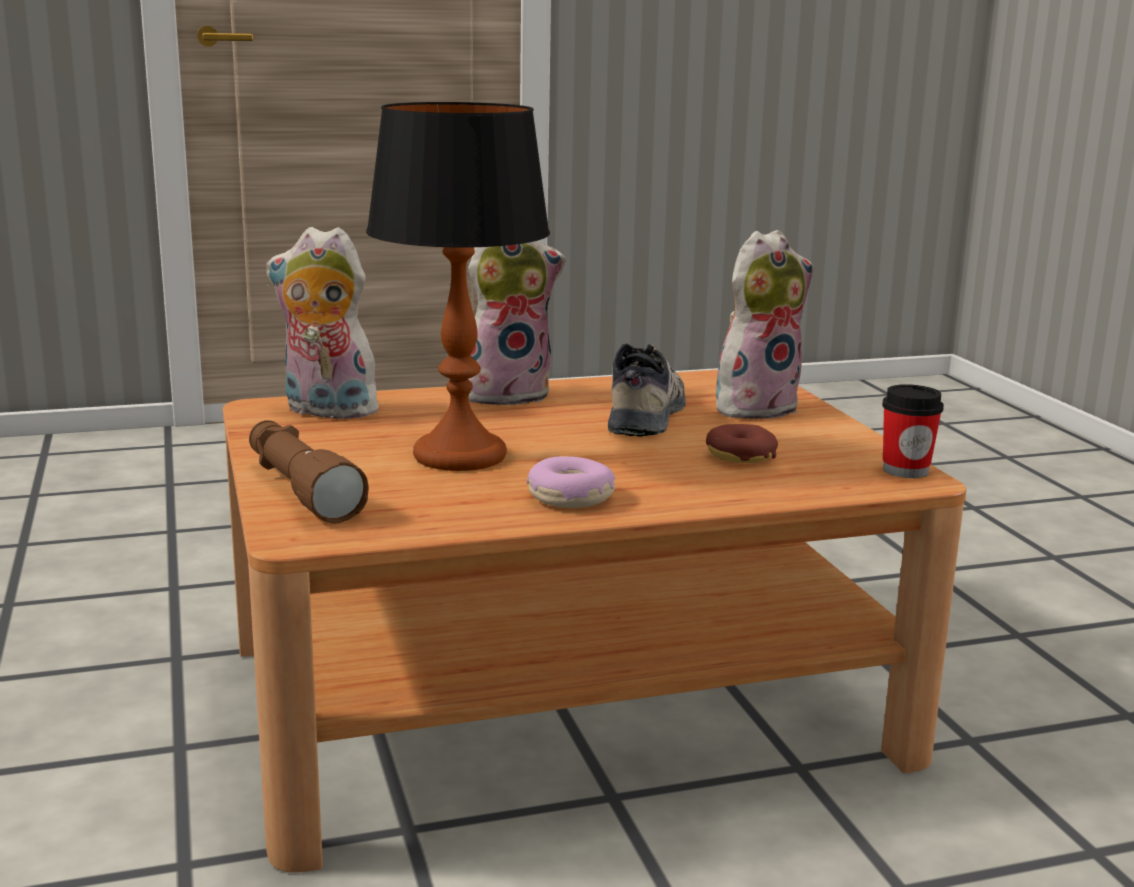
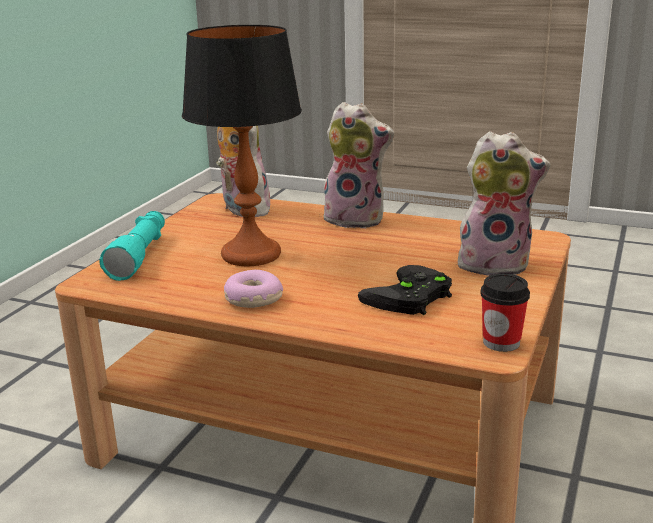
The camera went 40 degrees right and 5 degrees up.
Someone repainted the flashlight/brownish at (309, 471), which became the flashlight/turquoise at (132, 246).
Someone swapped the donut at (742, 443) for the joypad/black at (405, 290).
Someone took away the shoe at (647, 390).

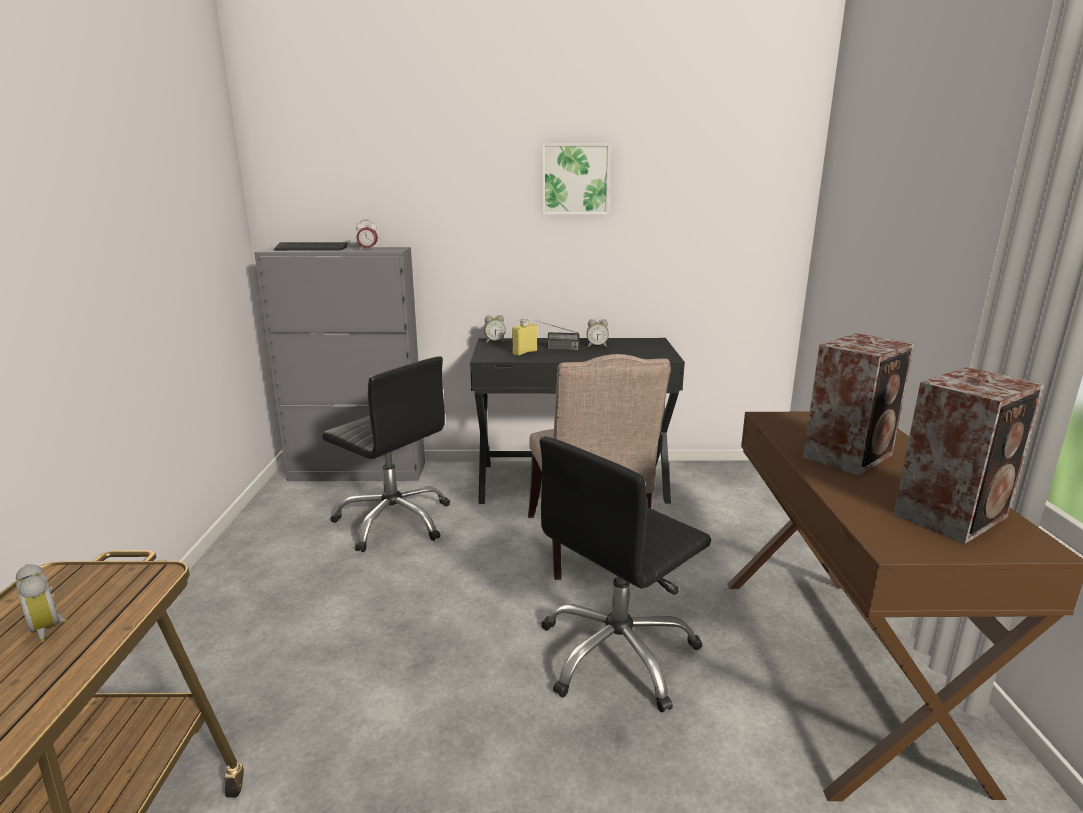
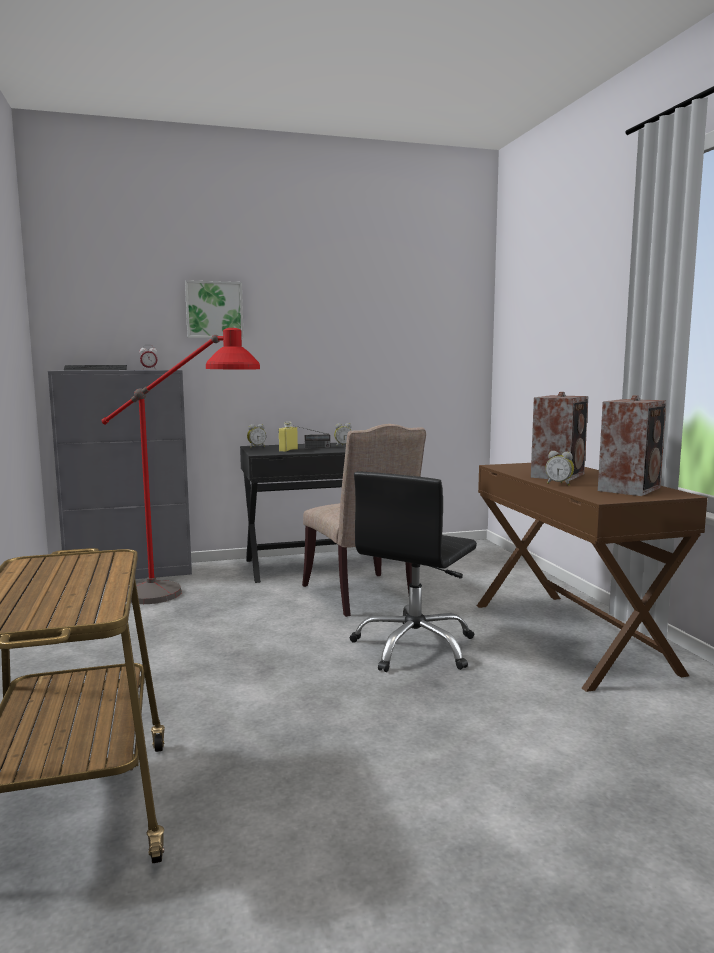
The camera went 15 degrees left and 10 degrees down.
Someone swapped the desk chair/black at (386, 454) for the standard lamp/red at (180, 466).
Someone carried the wall art from (576, 178) to (214, 309).
Someone carried the alarm clock from (42, 603) to (559, 468).

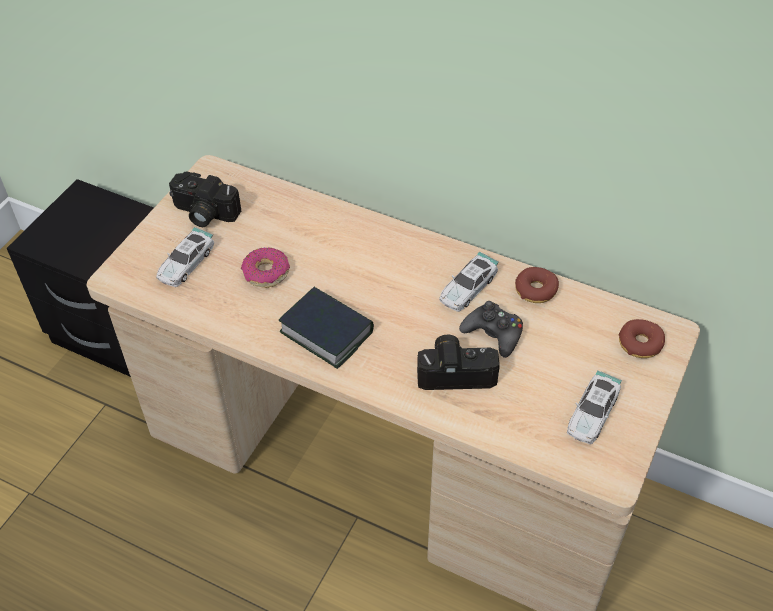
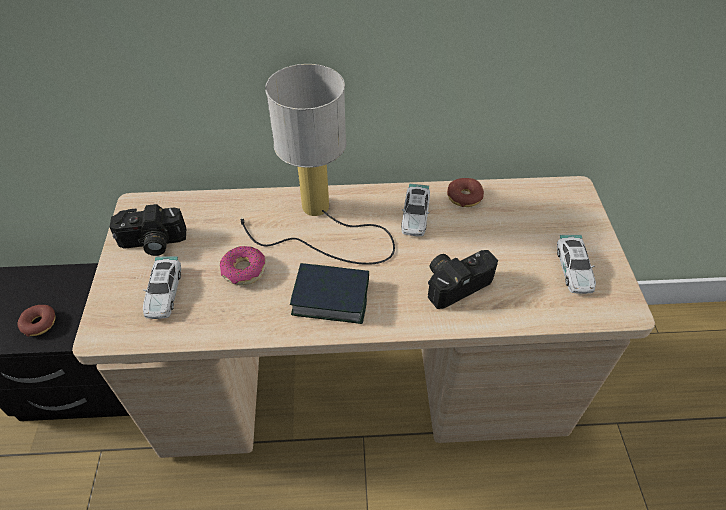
The camera went 30 degrees left and 0 degrees up.
Someone carried the donut from (642, 338) to (36, 321).
Someone put down the lamp for a table at (317, 164).
Someone took away the joypad/black at (491, 329).

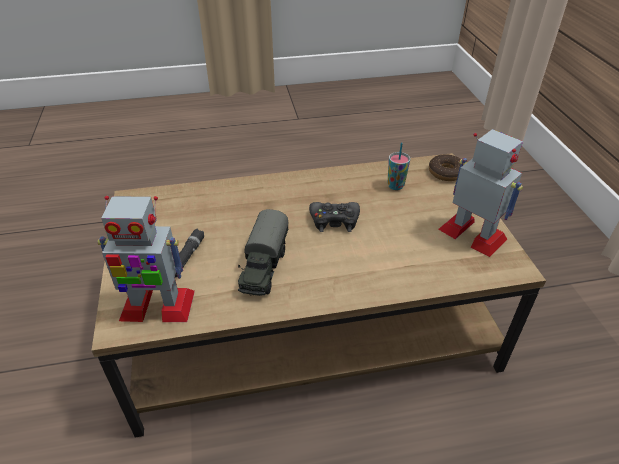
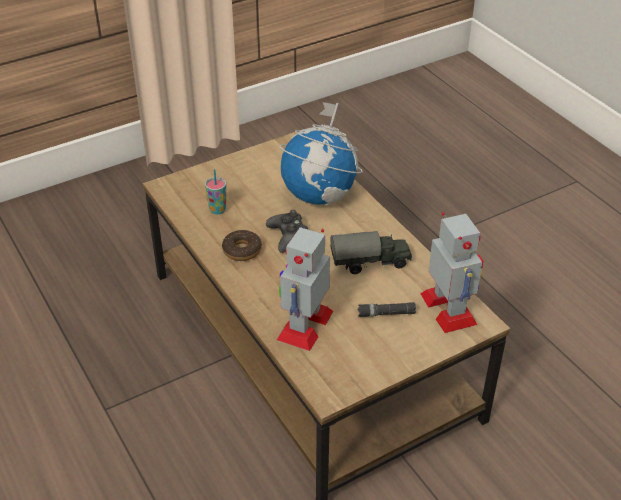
The camera went 110 degrees left and 0 degrees up.
Someone carried the donut from (445, 167) to (242, 245).
Someone carried the toy robot from (480, 193) to (305, 289).
Someone put down the globe at (321, 153).

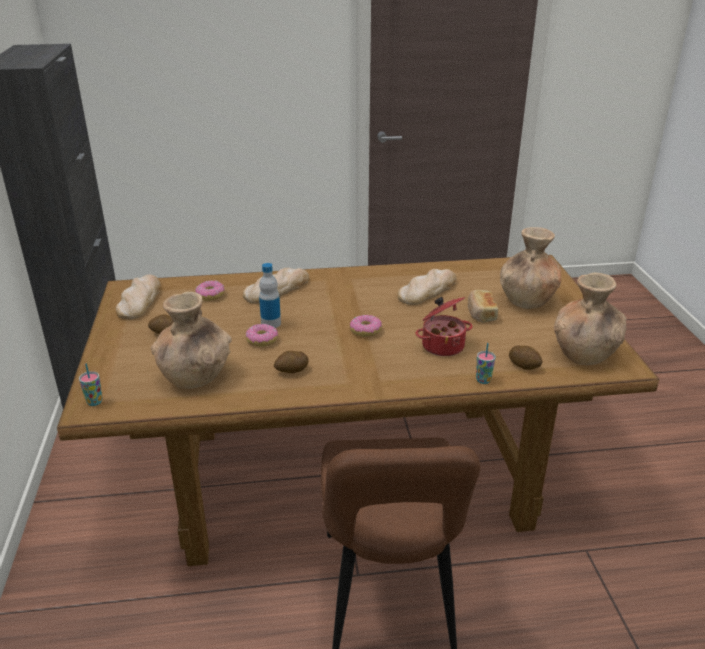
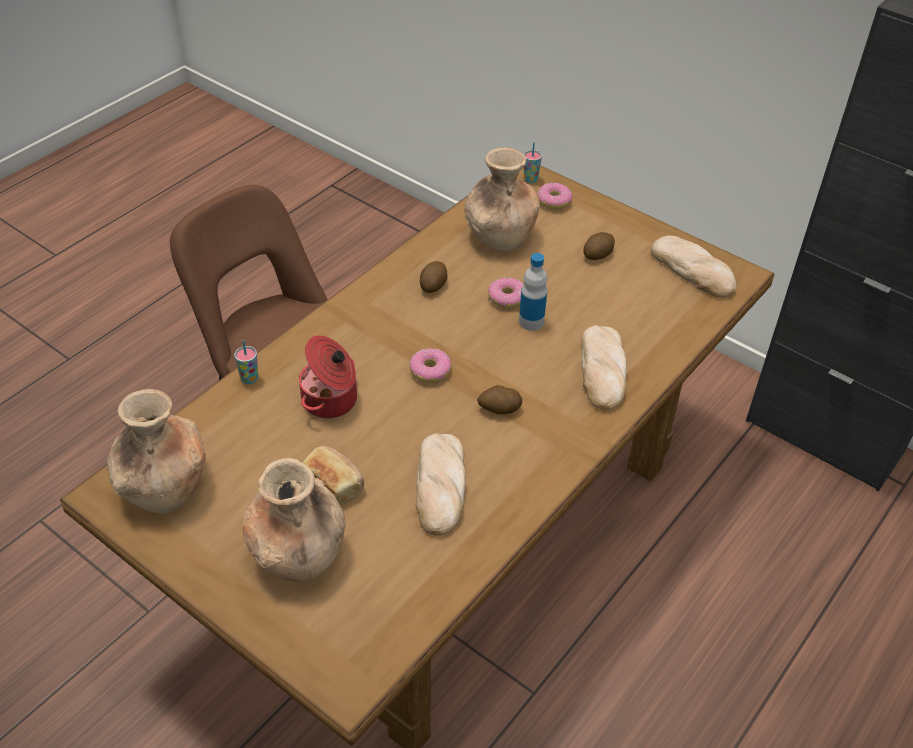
The camera went 135 degrees right and 15 degrees up.
Someone carried the spud from (526, 358) to (499, 399).
Someone carried the donut from (210, 290) to (555, 196).

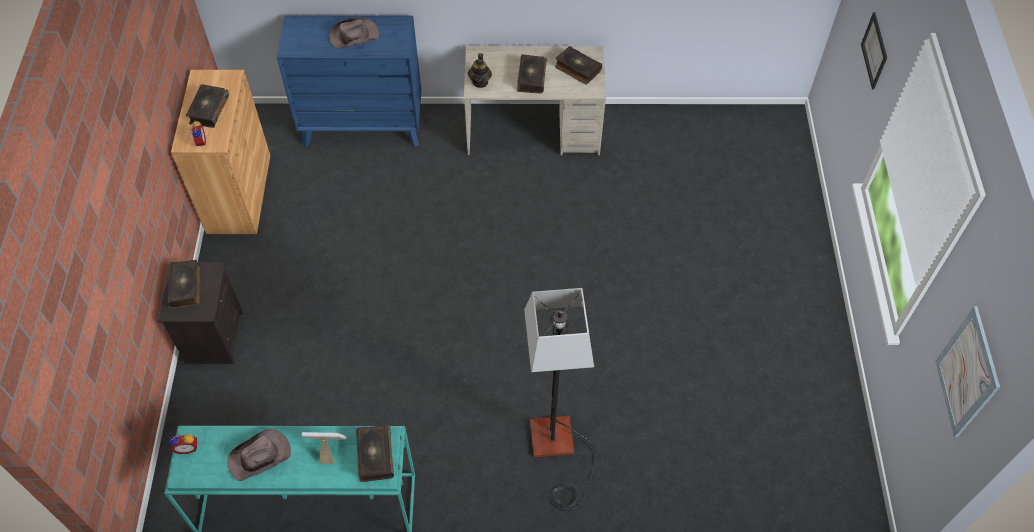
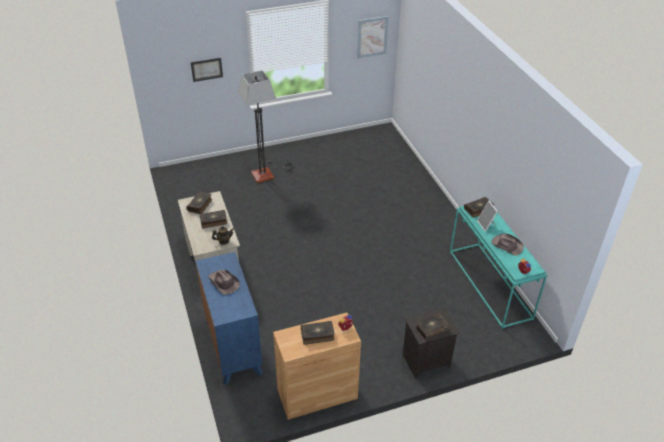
The camera went 110 degrees left and 15 degrees down.
Someone carried the standard lamp from (560, 399) to (266, 126).

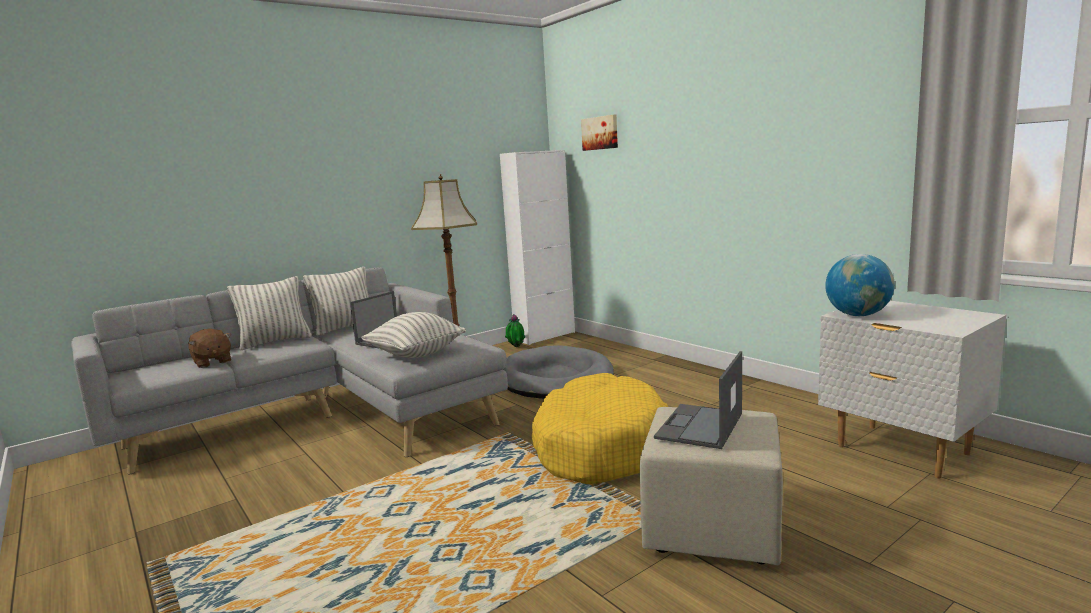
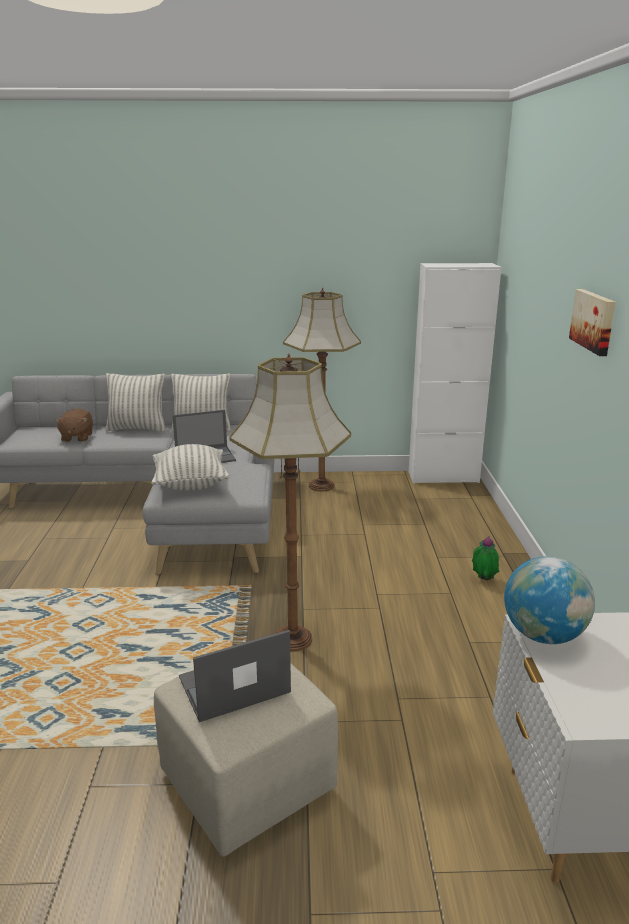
The camera went 35 degrees right and 10 degrees up.
Someone swapped the pet bed/yellowish at (599, 428) for the standard lamp at (290, 502).
Someone carried the houseplant from (515, 330) to (485, 558).
Someone carried the wall art from (599, 133) to (592, 322).
Someone took away the pet bed/gray at (558, 372).

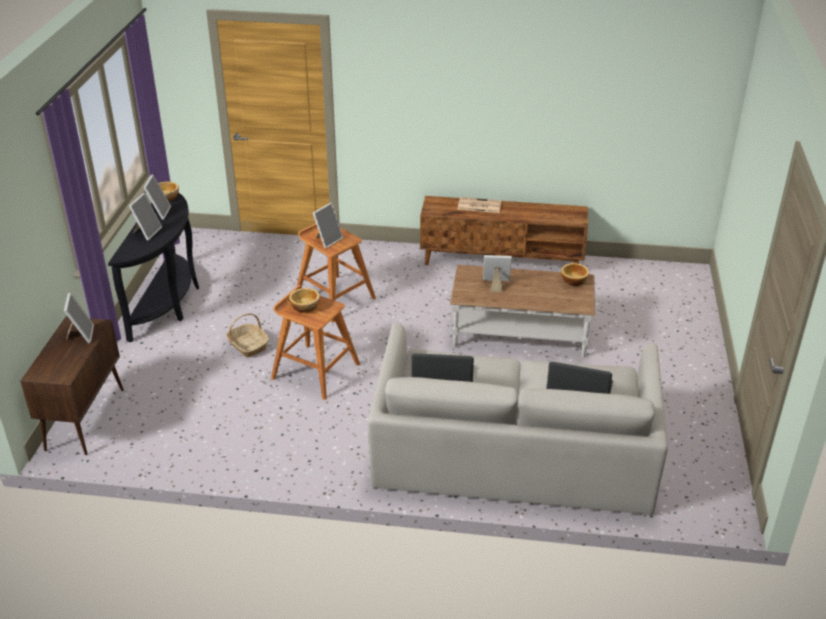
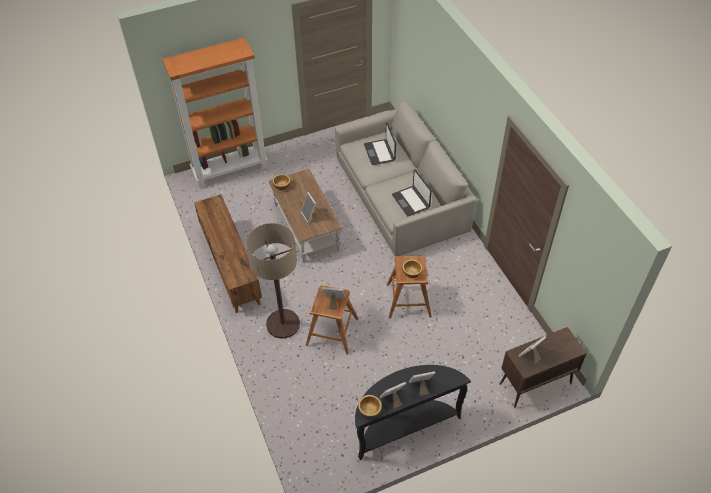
The camera went 120 degrees left and 15 degrees up.
Someone put down the bookcase/orange-coloured at (215, 113).
Someone put down the standard lamp at (273, 280).
Someone took away the basket at (247, 335).
Someone took away the daily paper at (480, 205).

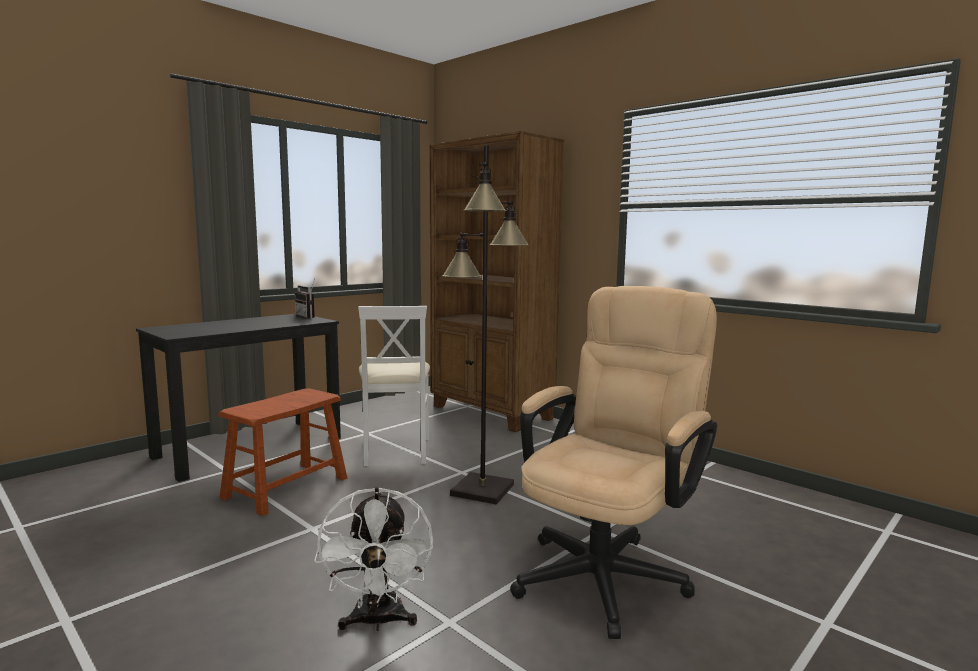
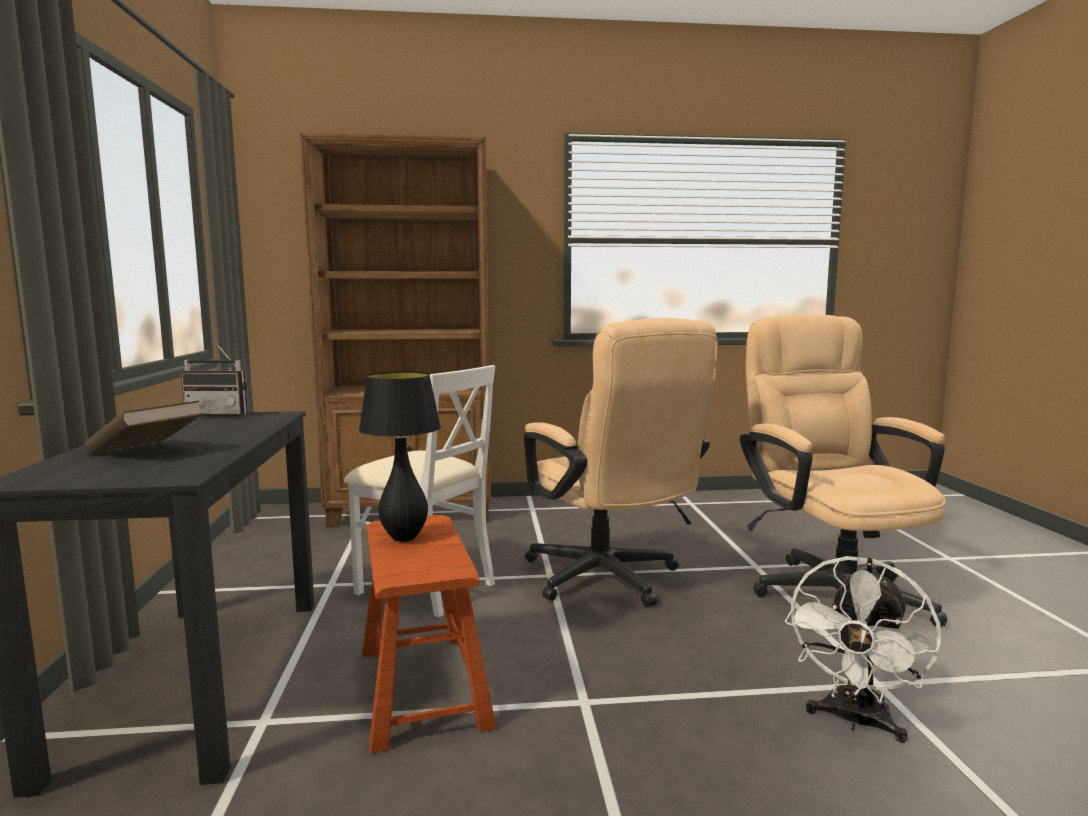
The camera went 50 degrees left and 0 degrees up.
Someone put down the book/brownish at (144, 427).
Someone put down the lamp for a table/black at (400, 457).
Someone swapped the standard lamp/black at (485, 325) for the desk chair/beige-coloured at (621, 462).
Someone rotated the cooling fan/white-coloured at (373, 559) by 90 degrees clockwise.

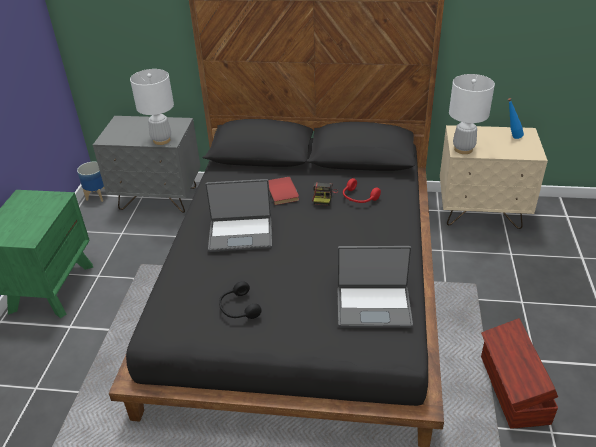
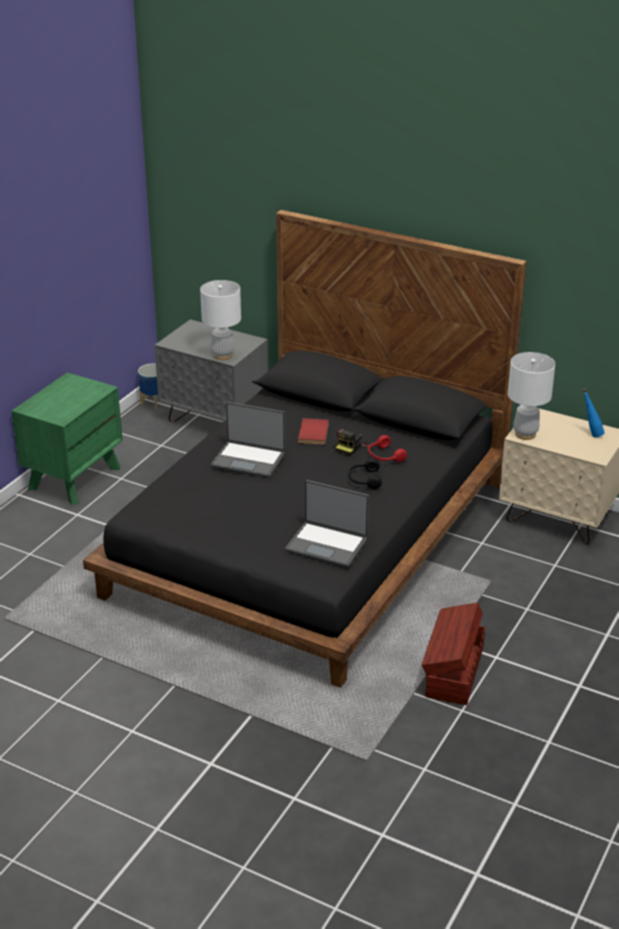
The camera went 20 degrees right and 5 degrees down.
Someone carried the pair of headphones/black from (240, 300) to (365, 474).

